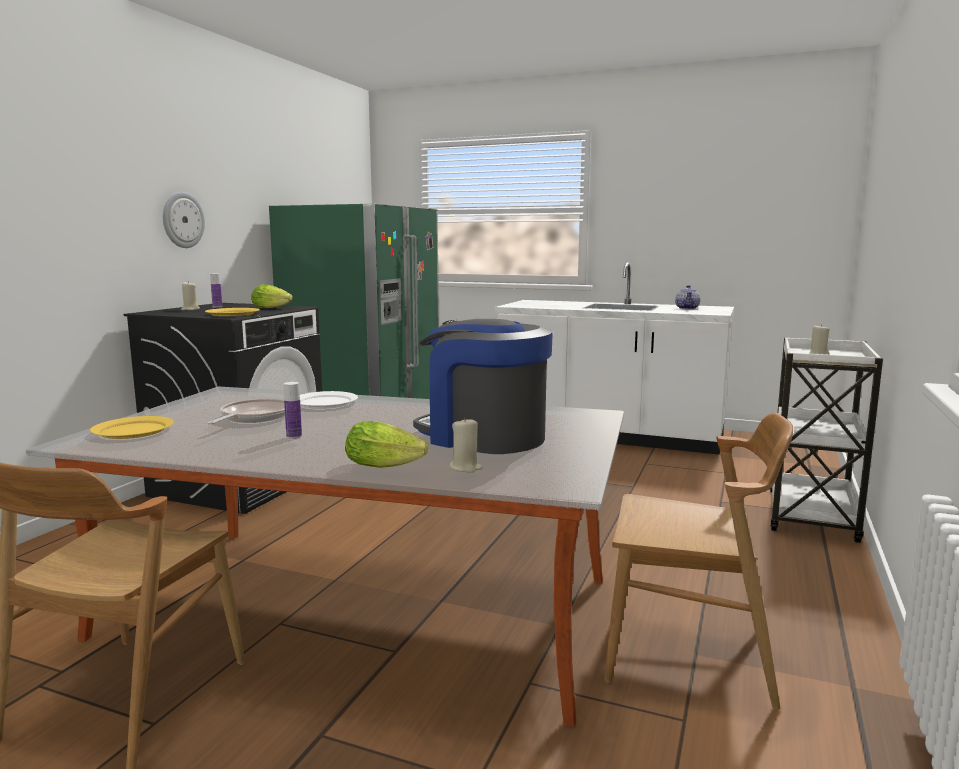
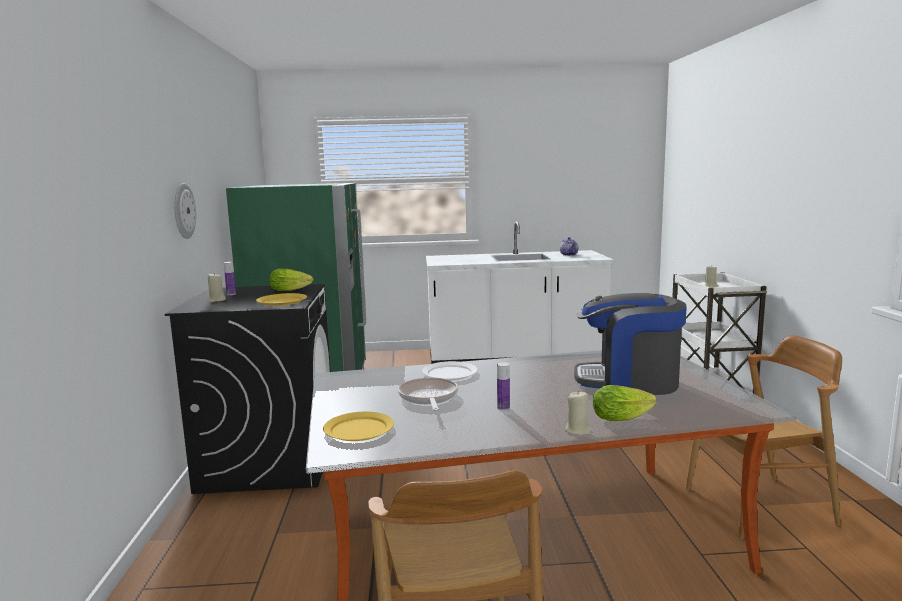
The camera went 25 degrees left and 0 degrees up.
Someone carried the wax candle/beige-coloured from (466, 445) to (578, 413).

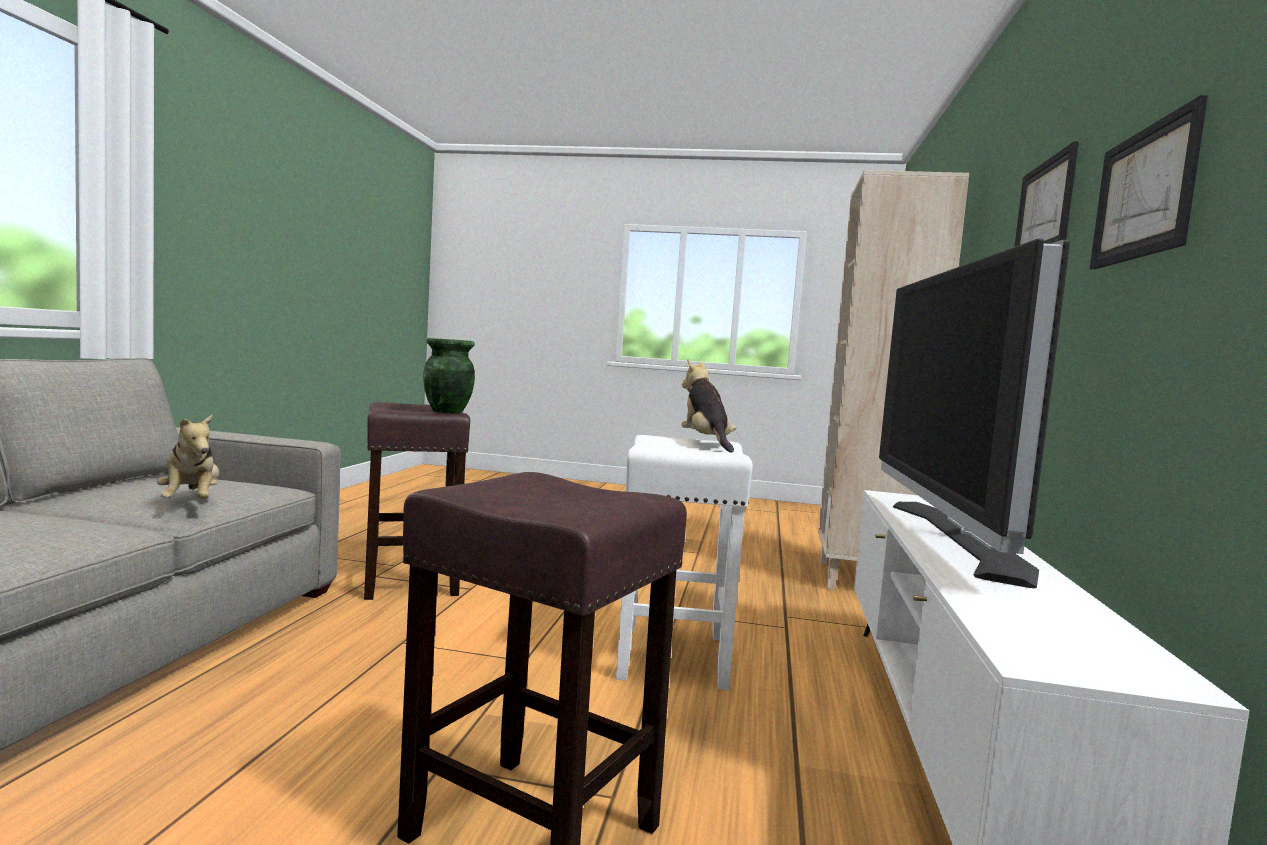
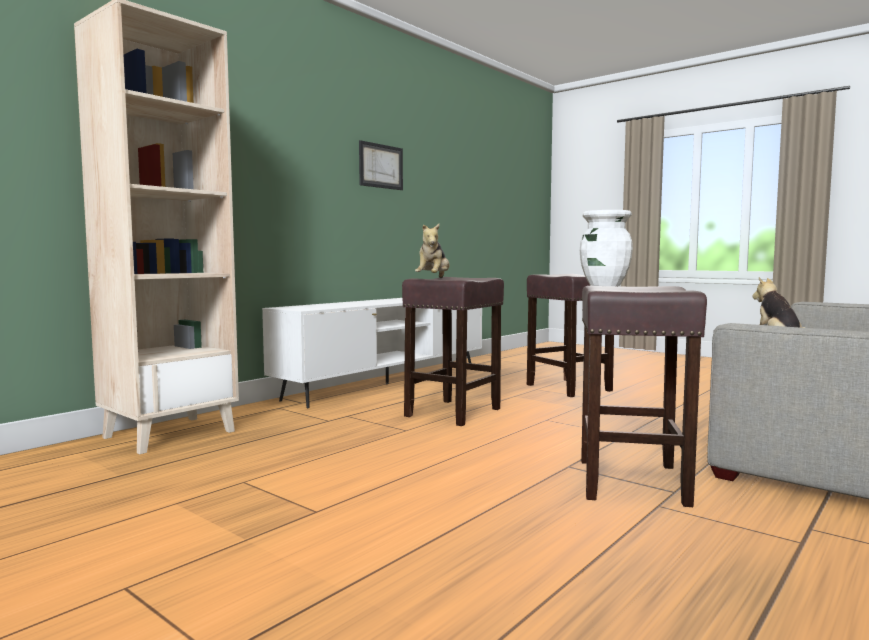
The camera went 150 degrees left and 0 degrees up.
Someone repainted the sitting stool/white-coloured at (684, 562), which became the sitting stool/brownish at (453, 351).
Someone repainted the flower vase/green at (449, 375), which became the flower vase/white-coloured at (606, 248).
Someone took away the TV set at (974, 413).
Someone took away the wall art at (1046, 194).

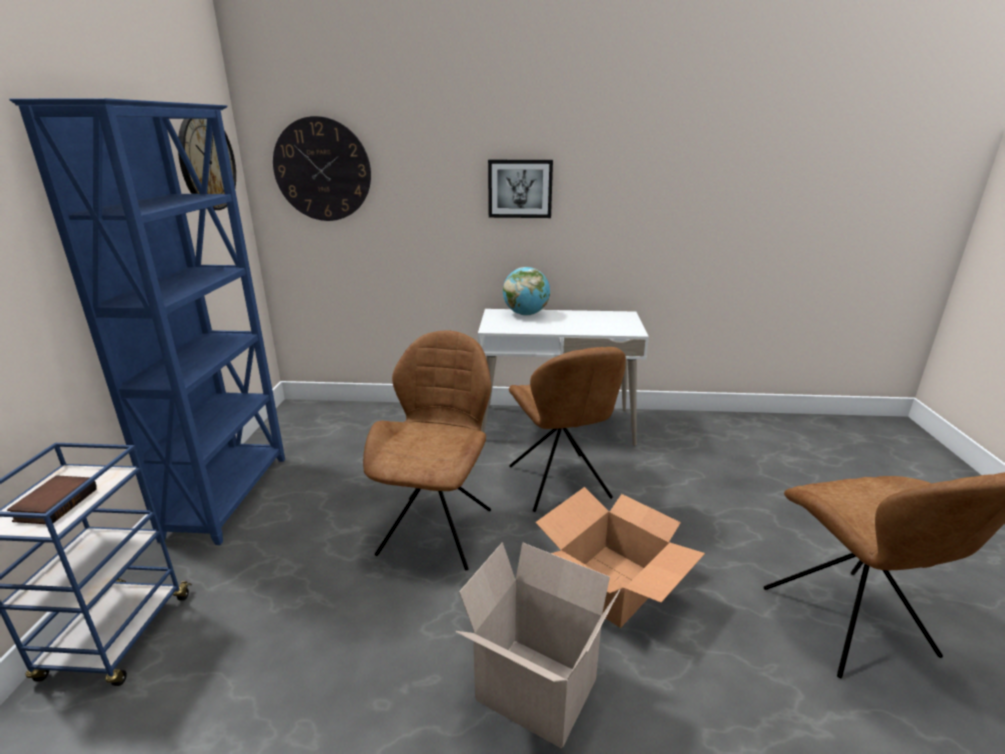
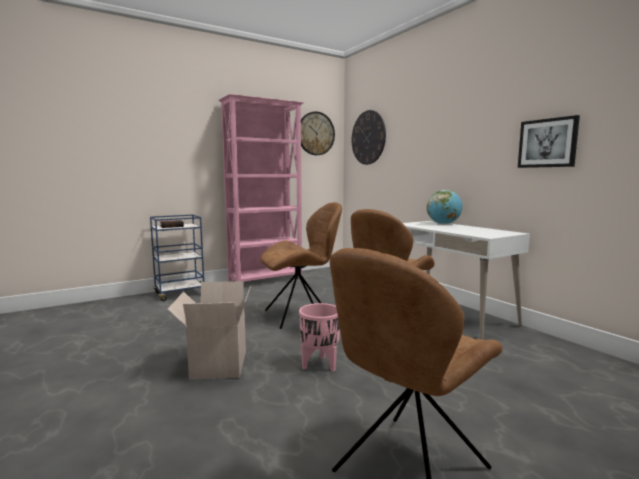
The camera went 55 degrees right and 15 degrees down.
Someone repainted the bookcase/blue at (147, 321), which became the bookcase/pinkish at (261, 188).
Someone swapped the cardboard box at (620, 557) for the flower pot/pinkish at (319, 337).
Someone carried the wall art from (520, 189) to (549, 141).

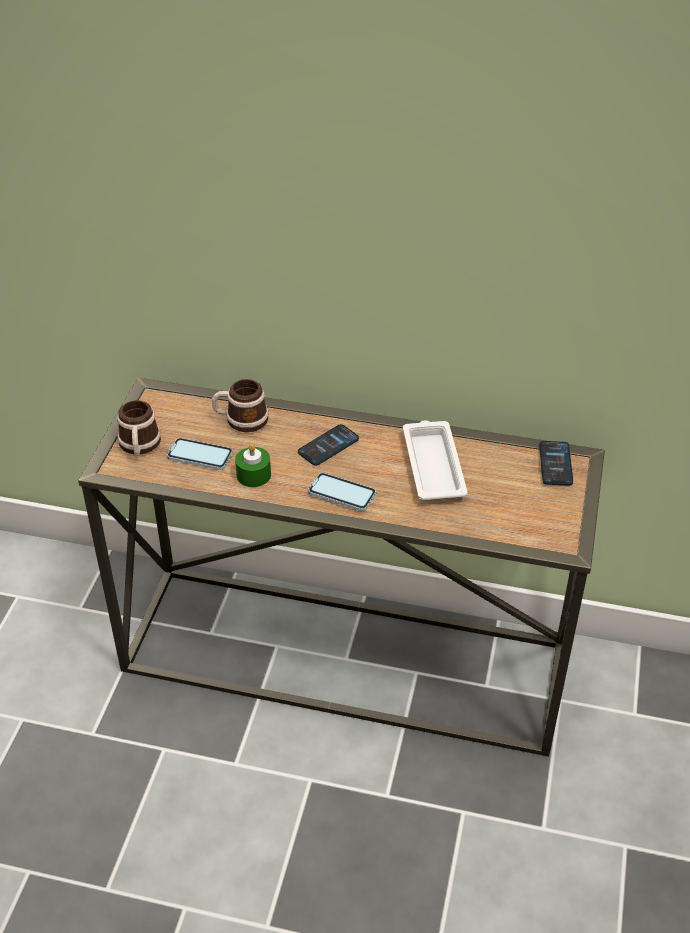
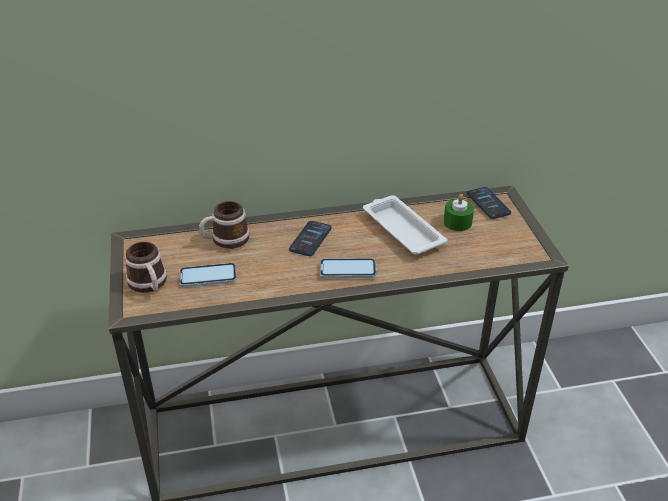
The camera went 25 degrees left and 5 degrees down.
Someone carried the wax candle/green from (253, 465) to (458, 212).

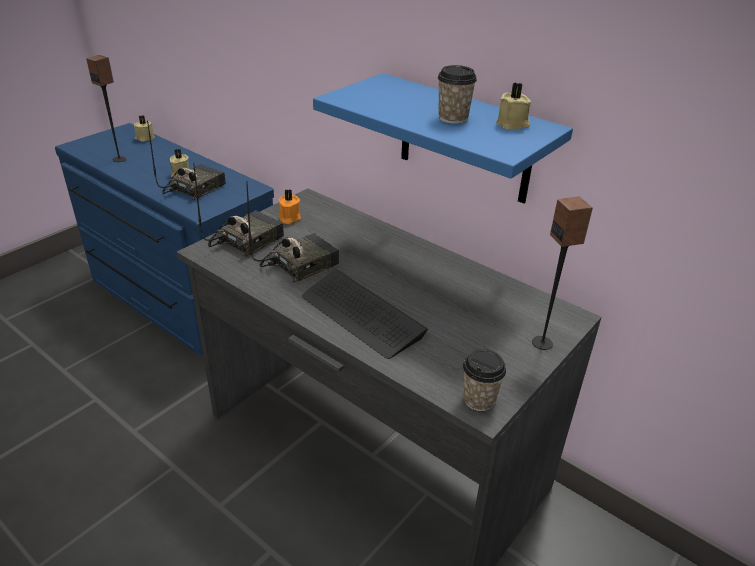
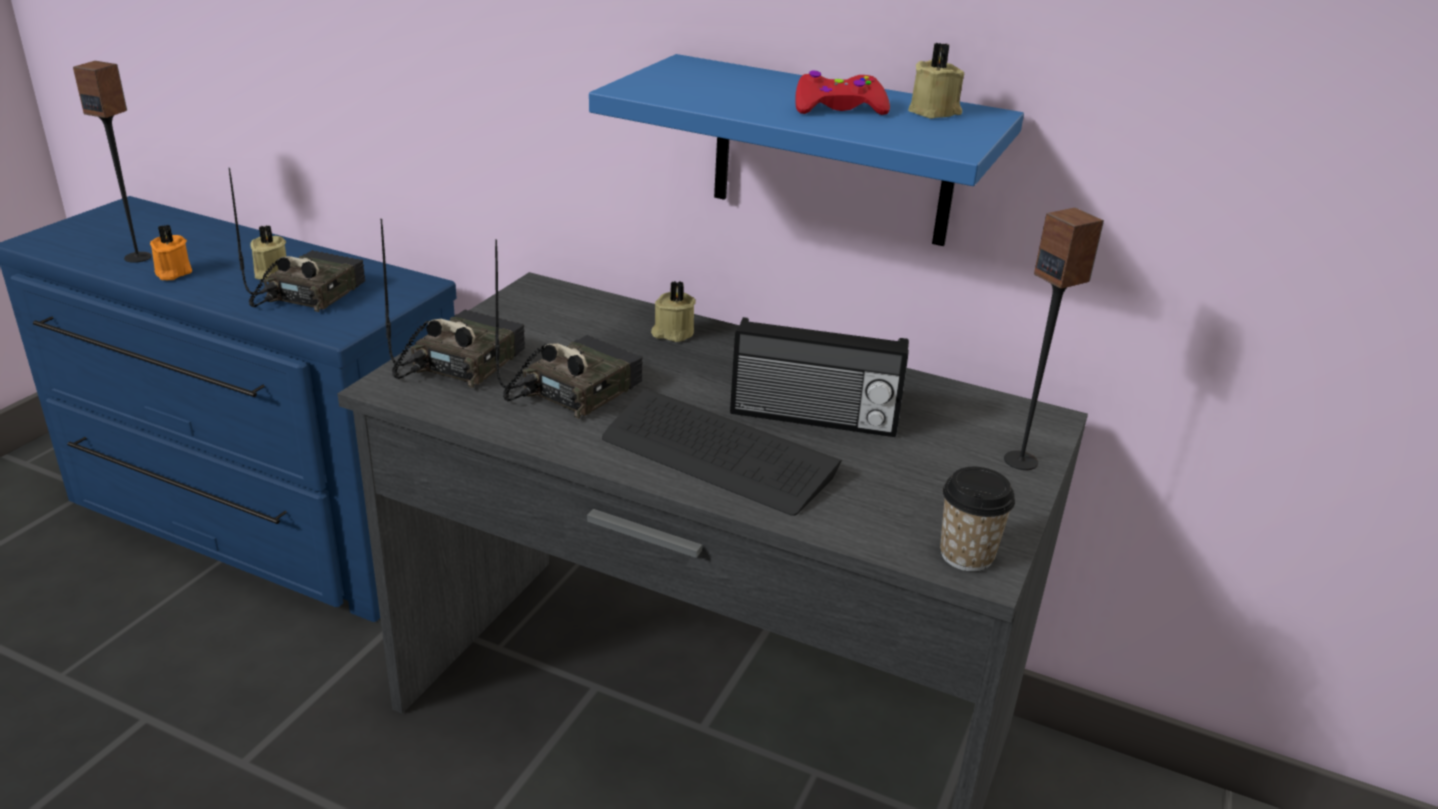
The camera went 15 degrees left and 5 degrees down.
Someone carried the wax candle/orange-coloured from (290, 207) to (171, 252).
Someone carried the wax candle/beige-coloured from (144, 128) to (673, 311).
Someone put down the radio at (819, 377).
Someone swapped the cup at (457, 94) for the joypad/red at (842, 93).

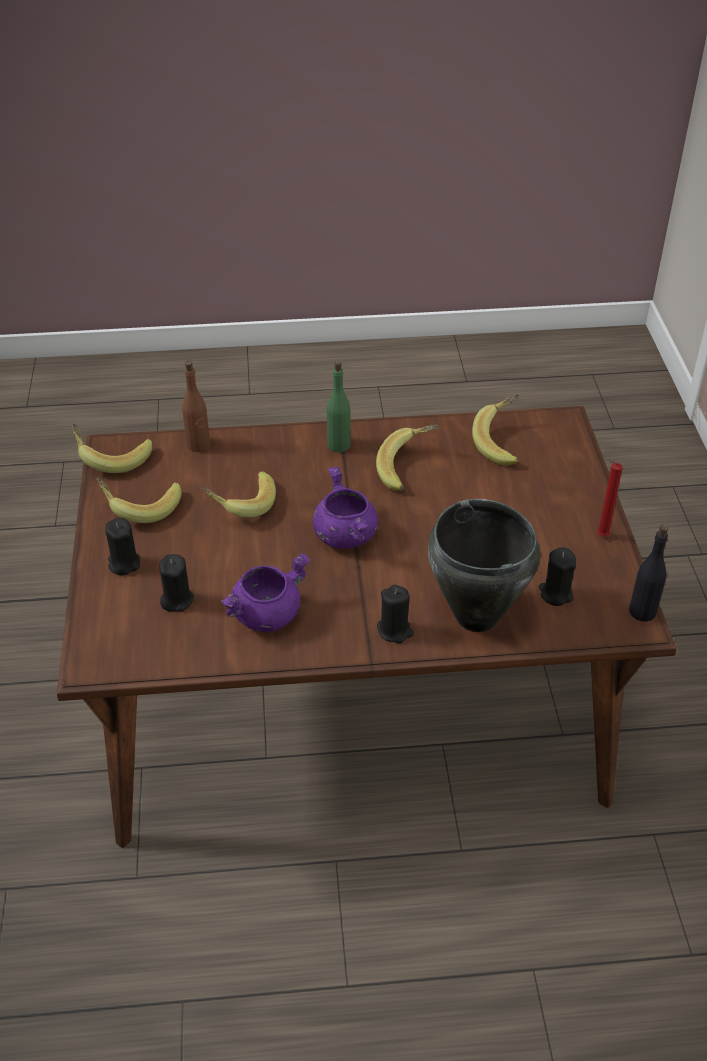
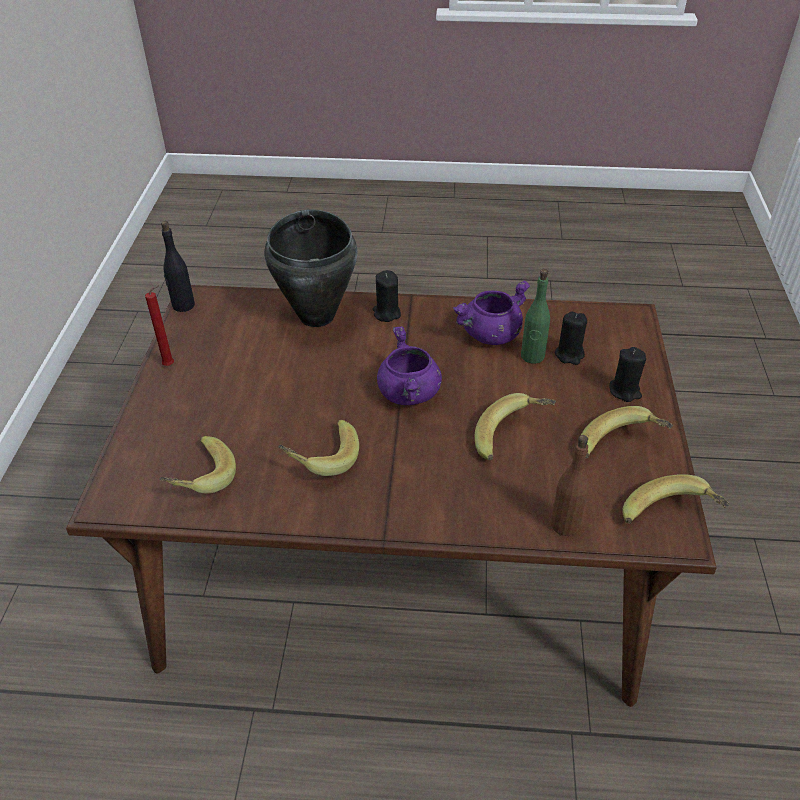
The camera went 170 degrees left and 0 degrees up.
Someone carried the beverage bottle/green from (339, 406) to (535, 316).
Someone took away the wax candle/black at (557, 576).

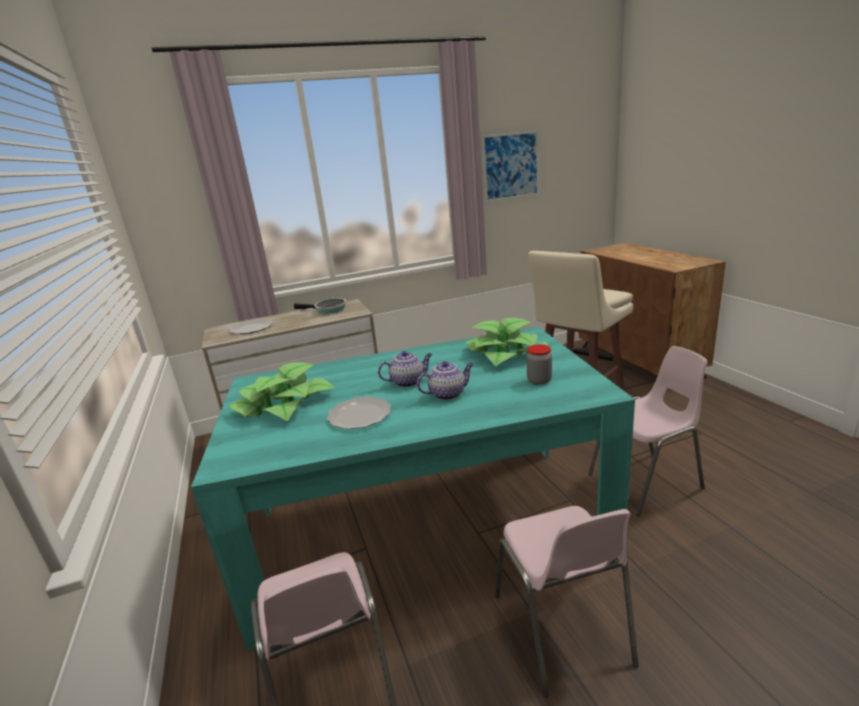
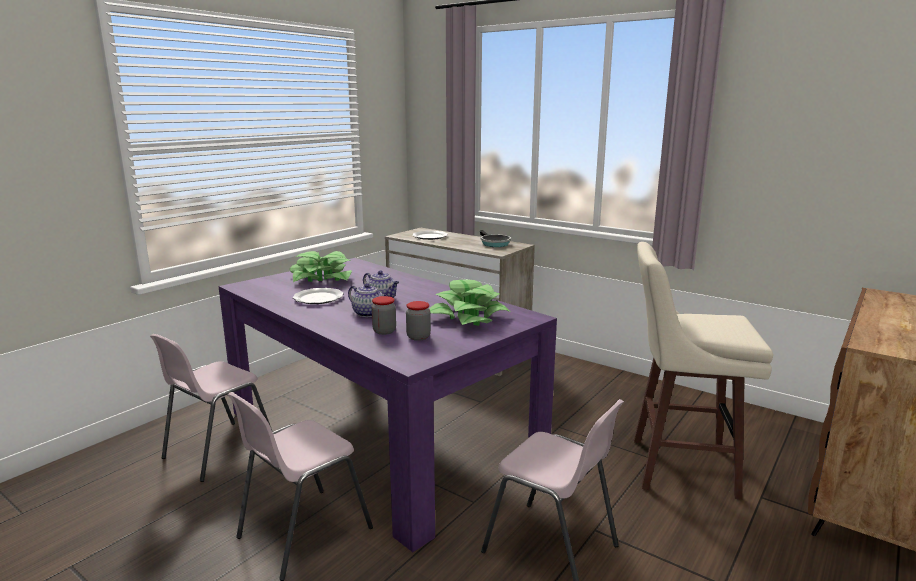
The camera went 55 degrees right and 5 degrees down.
Someone repainted the dinner table/turquoise at (413, 488), which became the dinner table/purple-coloured at (387, 405).
Someone put down the jar at (384, 315).
Someone took away the wall art at (510, 166).

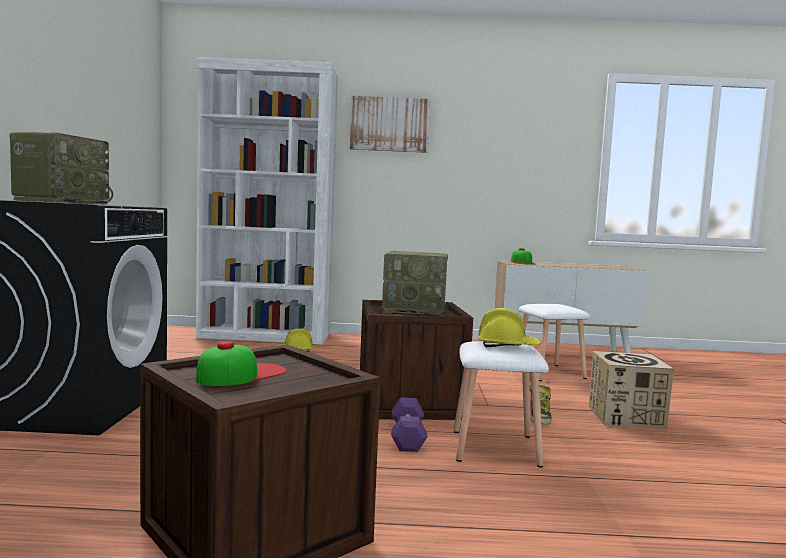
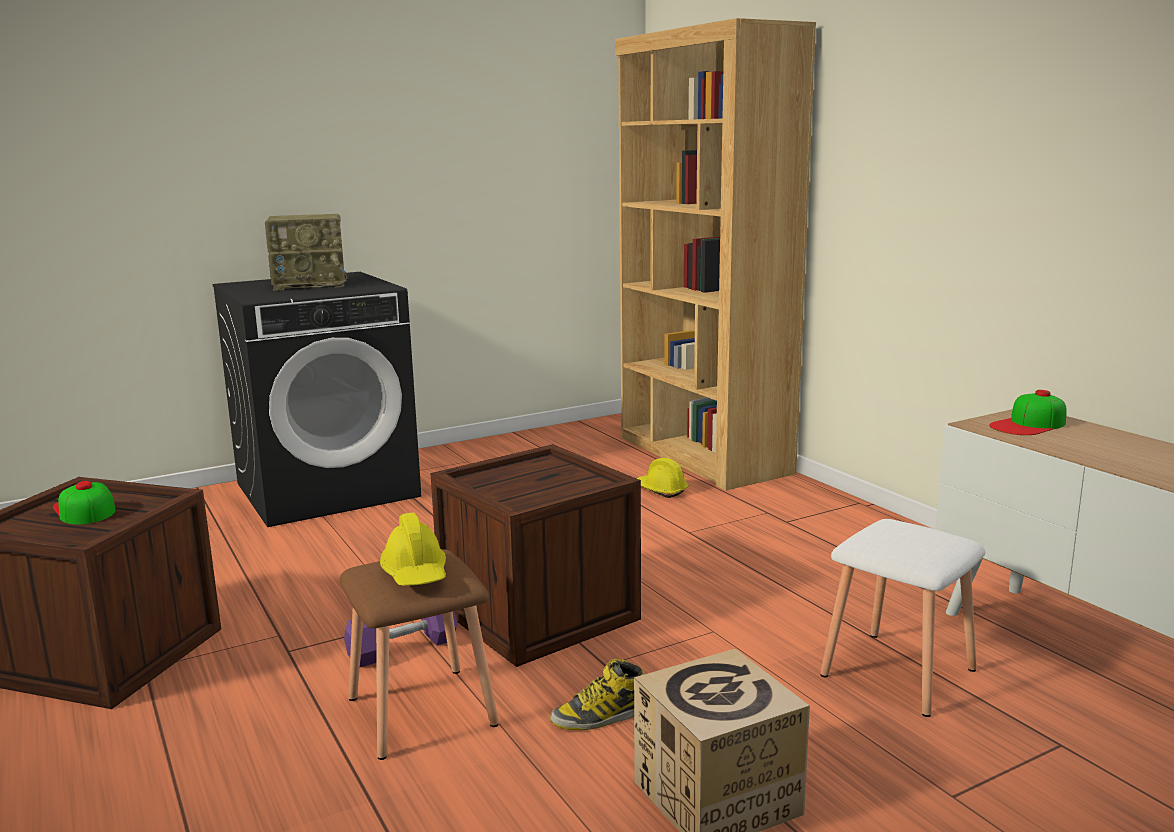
The camera went 60 degrees right and 10 degrees up.
Someone rotated the cap at (241, 363) by 135 degrees counterclockwise.
Someone repainted the sitting stool/white-coloured at (501, 404), which became the sitting stool/brownish at (419, 654).
Someone repainted the bookcase/white-coloured at (267, 201), which became the bookcase/brownish at (715, 254).
Someone took away the wall art at (390, 124).
Someone took away the radio at (415, 283).

